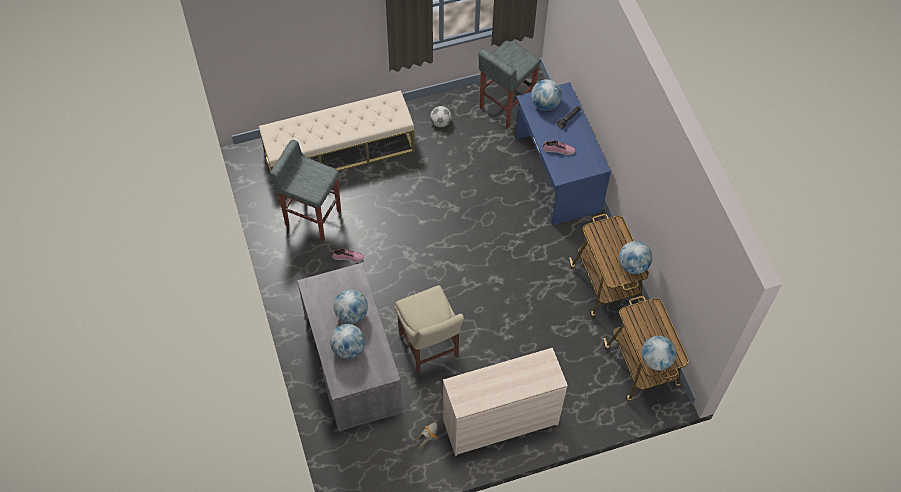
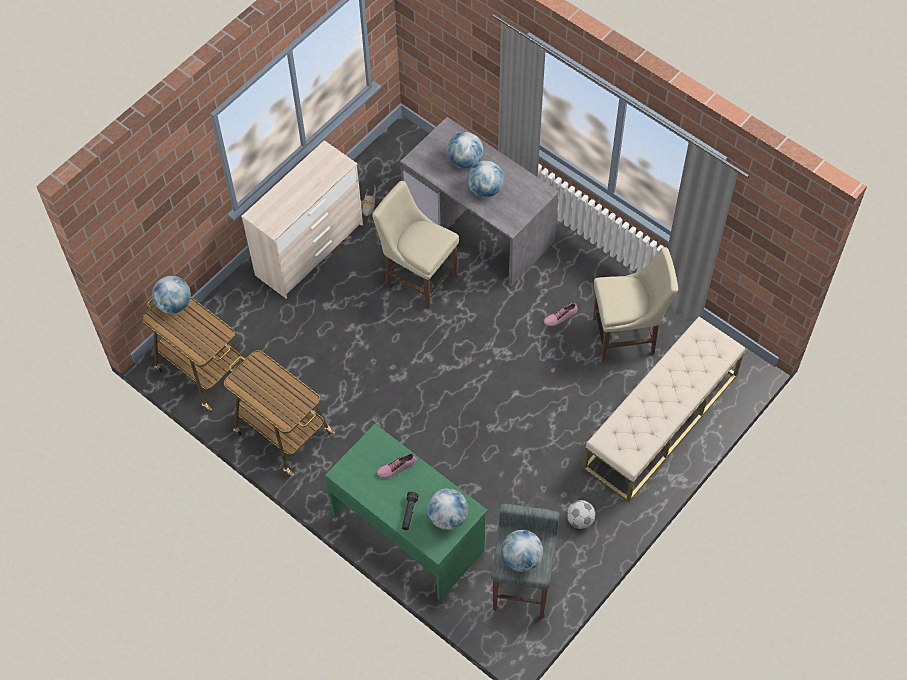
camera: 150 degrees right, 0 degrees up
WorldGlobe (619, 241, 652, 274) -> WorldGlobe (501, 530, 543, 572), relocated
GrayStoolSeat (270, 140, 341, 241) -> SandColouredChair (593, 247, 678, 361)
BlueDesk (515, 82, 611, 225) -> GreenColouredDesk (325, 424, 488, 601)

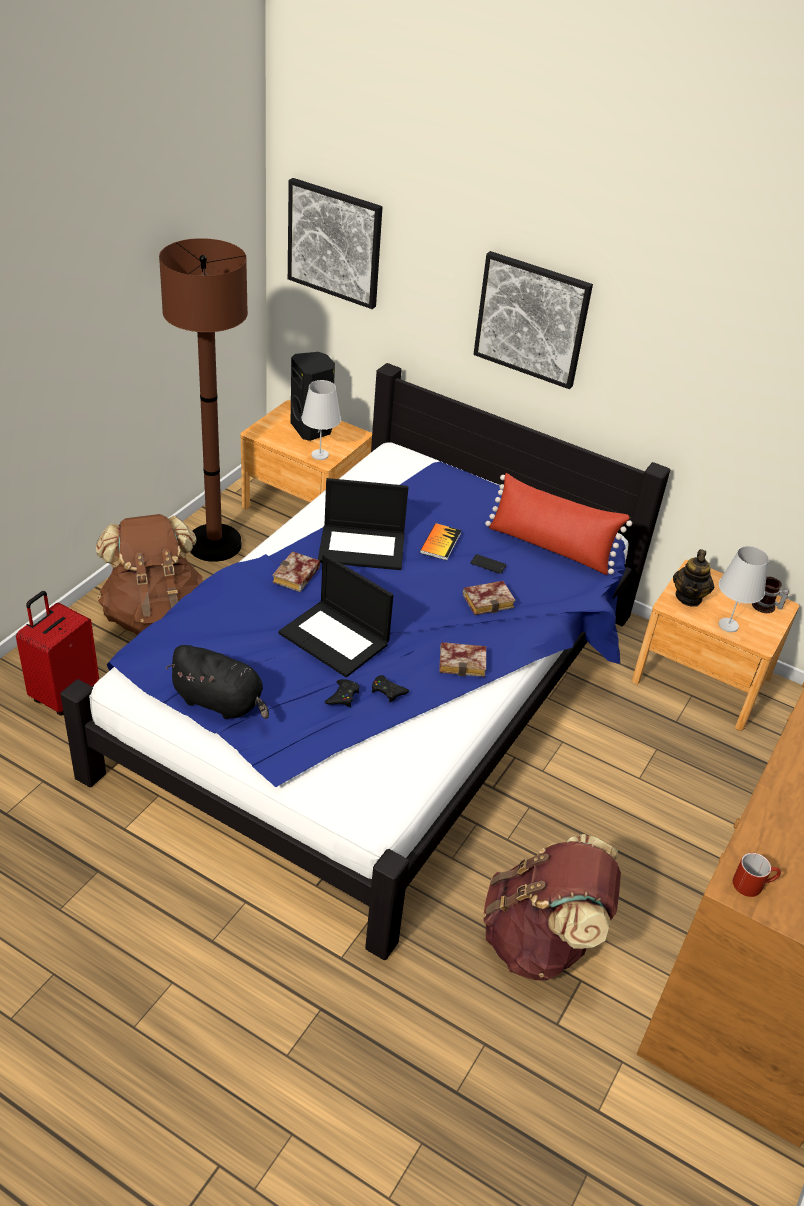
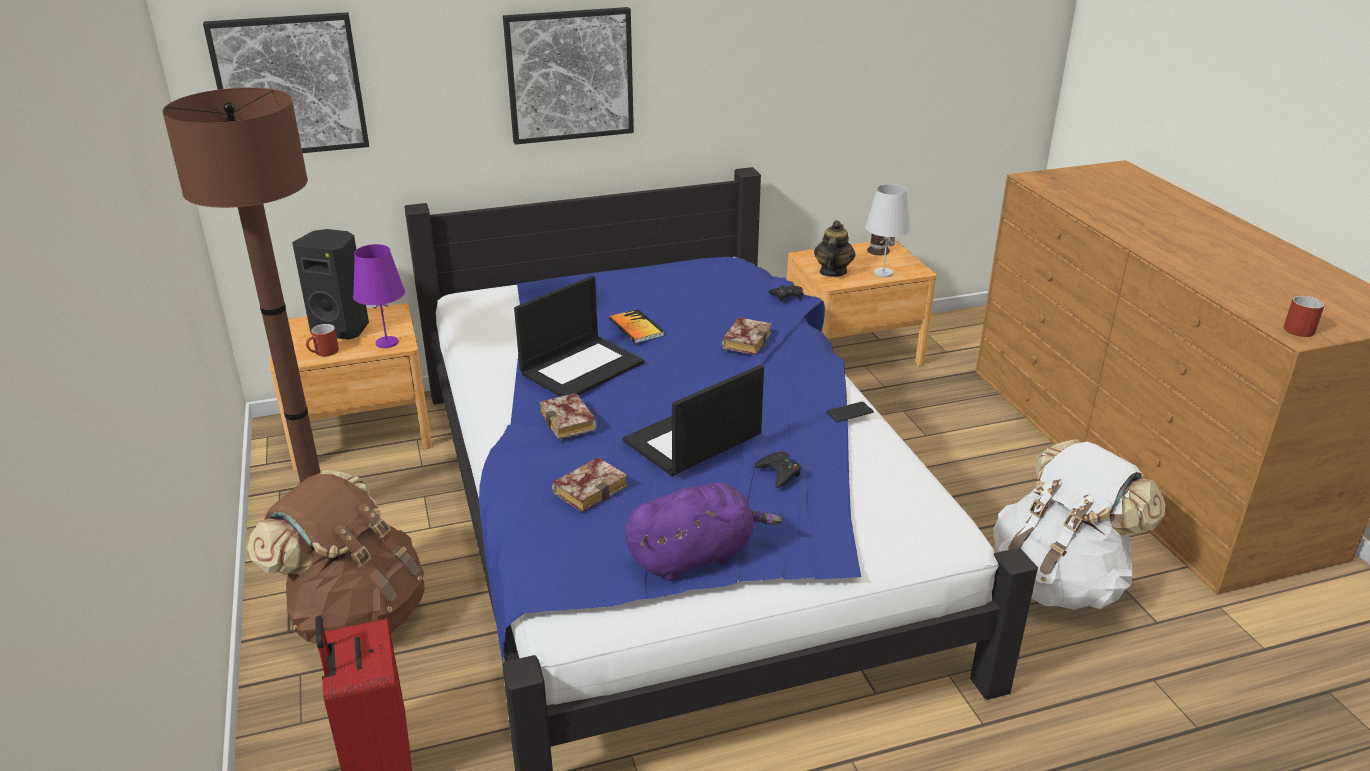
camera: 45 degrees left, 10 degrees down
RedColouredThrowPillow (485, 473, 632, 575) -> none
none -> RedColouredMug (306, 324, 339, 357)
BlackColouredGamepad (372, 675, 409, 703) -> BlackColouredGamepad (768, 285, 803, 302), relocated
Volume (439, 642, 486, 677) -> Volume (552, 457, 628, 512), relocated
Handset (470, 554, 507, 574) -> Handset (826, 402, 874, 422), relocated
BlackColouredSoftToy (165, 645, 269, 719) -> PurpleSoftToy (625, 482, 782, 581)
WhiteLampForATable (301, 380, 341, 460) -> PurpleLampForATable (353, 244, 405, 348)
BrownBackpack (483, 834, 621, 981) -> WhiteBackpack (993, 439, 1165, 610)
NotebookComputer (279, 554, 393, 677) -> NotebookComputer (623, 365, 764, 476), 150 degrees clockwise
TeaPot (673, 549, 714, 607) -> TeaPot (814, 220, 856, 277), 135 degrees counterclockwise

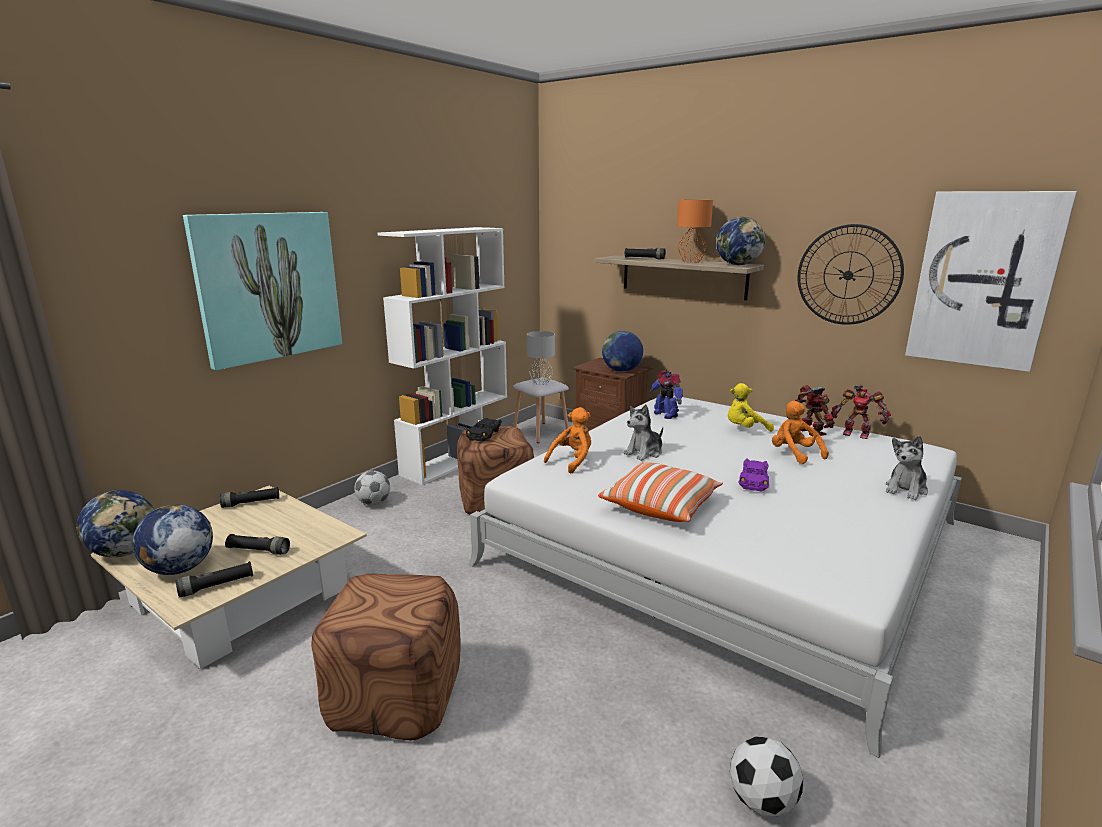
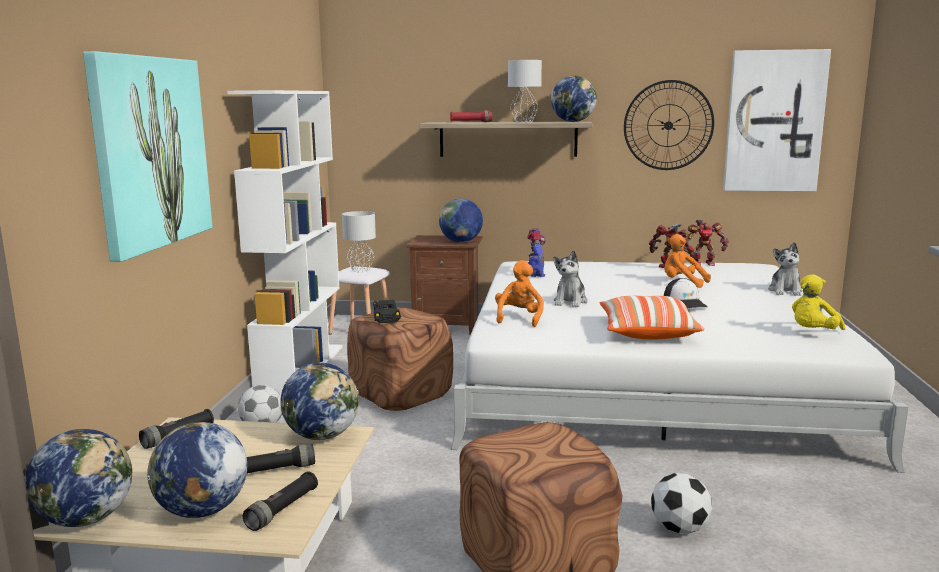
camera: 30 degrees left, 5 degrees down
none -> WorldGlobe (280, 363, 359, 440)
YellowColouredSoftToy (728, 383, 774, 432) -> YellowColouredSoftToy (792, 275, 845, 330), relocated
Football (730, 736, 803, 817) -> Football (651, 473, 712, 534), relocated
PurpleMiniatureCar (738, 459, 769, 492) -> BaseballCap (664, 278, 708, 308)
BlackColouredHandTorch (624, 248, 666, 259) -> RedColouredHandTorch (450, 110, 492, 122)
OrangeyLampForATable (677, 200, 713, 263) -> GrayLampForATable (508, 60, 542, 122)
RobotFigure (650, 370, 683, 419) -> RobotFigure (527, 228, 546, 277), 120 degrees counterclockwise

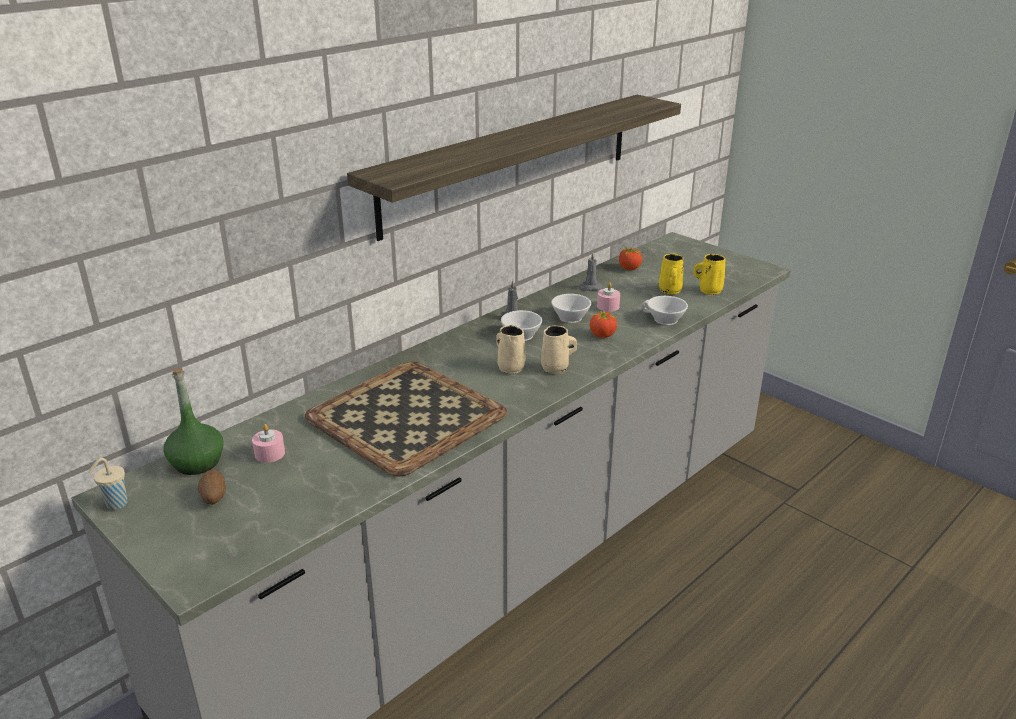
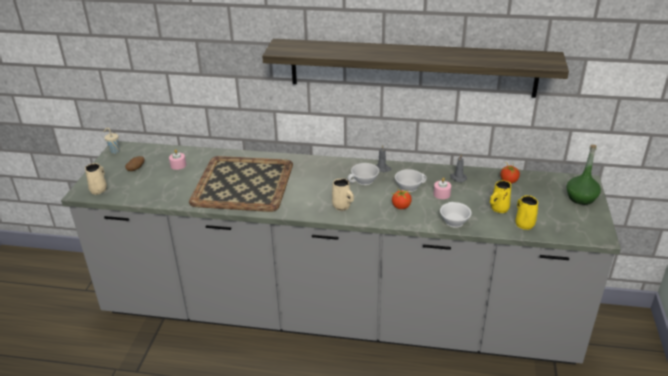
camera: 55 degrees right, 5 degrees up
GreenColouredDrinkBottle (163, 368, 223, 475) -> GreenColouredDrinkBottle (566, 145, 601, 205), relocated
SandColouredMug (497, 325, 526, 374) -> SandColouredMug (85, 163, 107, 195), relocated

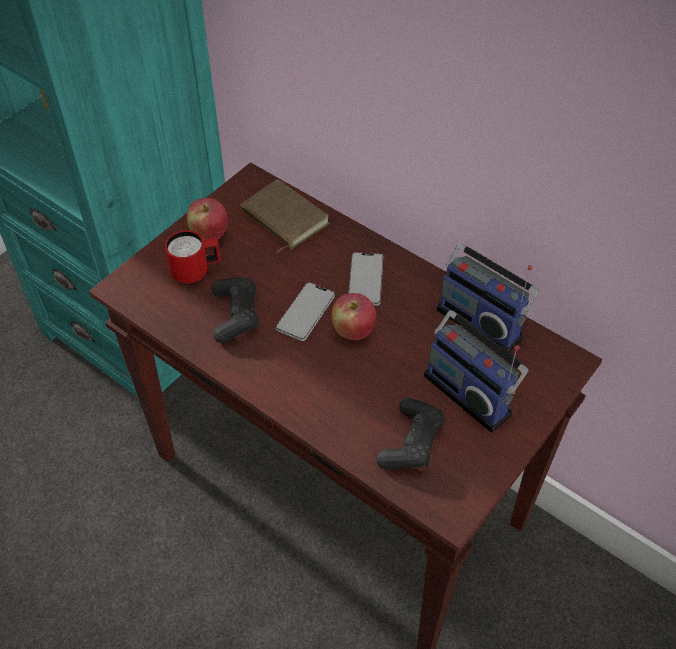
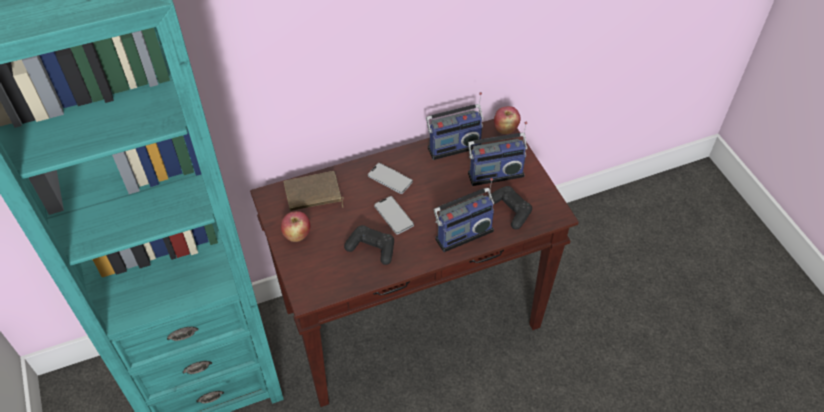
camera: 60 degrees left, 0 degrees up
RedColouredMug (165, 230, 221, 285) -> none
none -> RadioSet (433, 178, 494, 252)
AppleFruit (332, 293, 376, 340) -> AppleFruit (494, 106, 521, 134), relocated

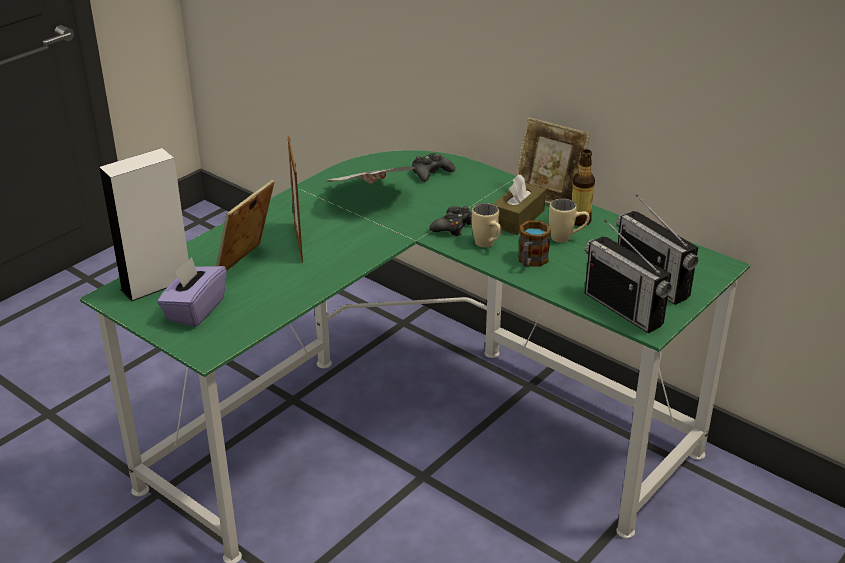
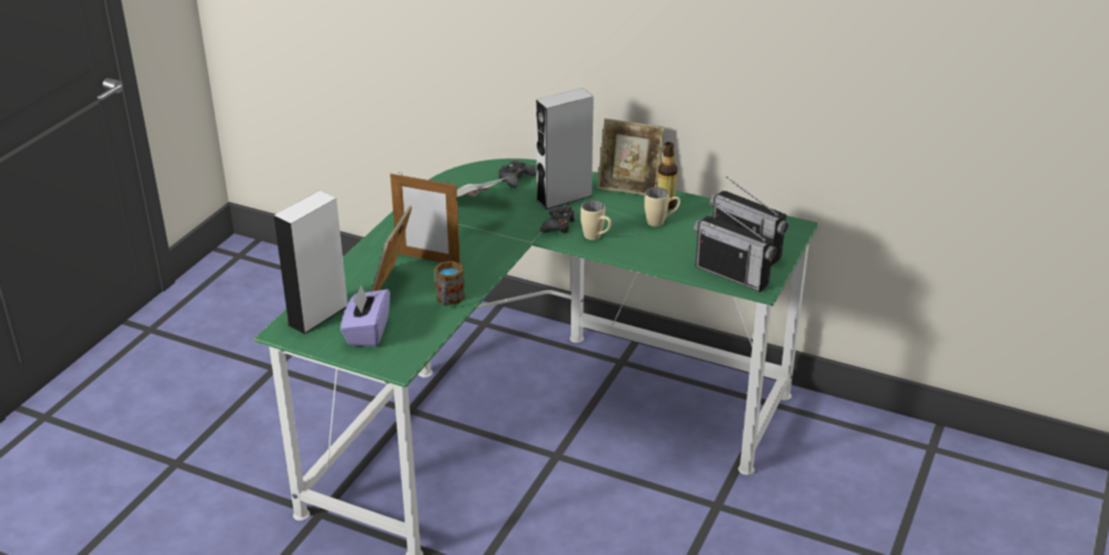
camera: 15 degrees left, 0 degrees up
BrownTissueHolder (493, 174, 546, 235) -> none
none -> GraySpeaker (536, 88, 594, 210)
Mug (518, 221, 551, 267) -> Mug (434, 261, 465, 306), relocated
StandingFrame (288, 136, 303, 263) -> StandingFrame (390, 172, 460, 263), 45 degrees counterclockwise

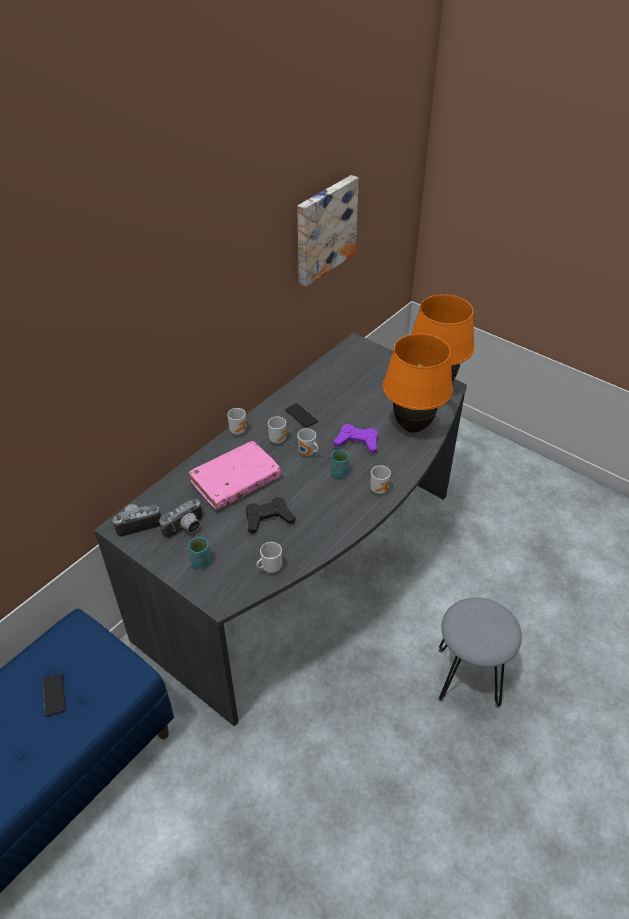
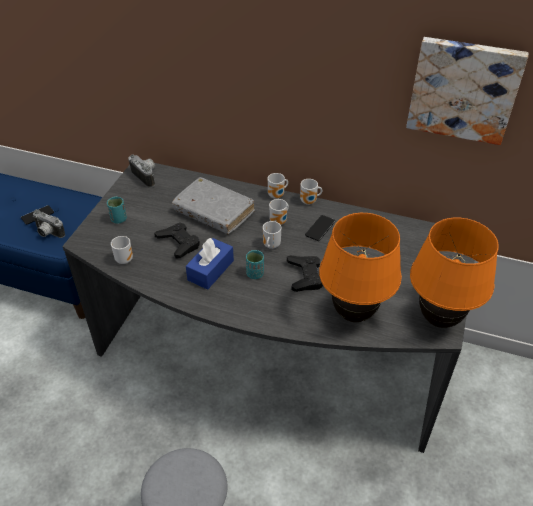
camera: 70 degrees right, 0 degrees up
none -> BlueTissueHolder (186, 238, 234, 290)
StillCamera (159, 499, 203, 539) -> StillCamera (33, 209, 65, 238), relocated
Mug (370, 465, 391, 494) -> Mug (300, 179, 322, 205), relocated
PinkishVolume (189, 441, 281, 510) -> GrayVolume (172, 177, 255, 234)
PurpleGamepad (333, 424, 378, 454) -> BlackColouredGamepad (287, 255, 323, 292)

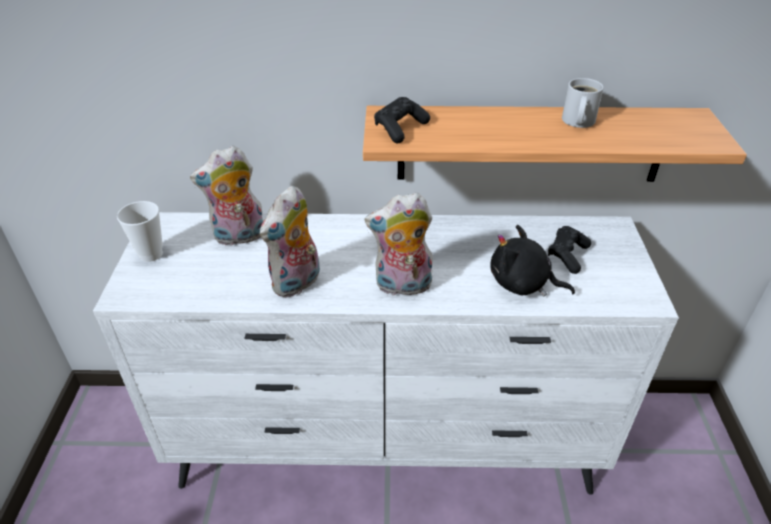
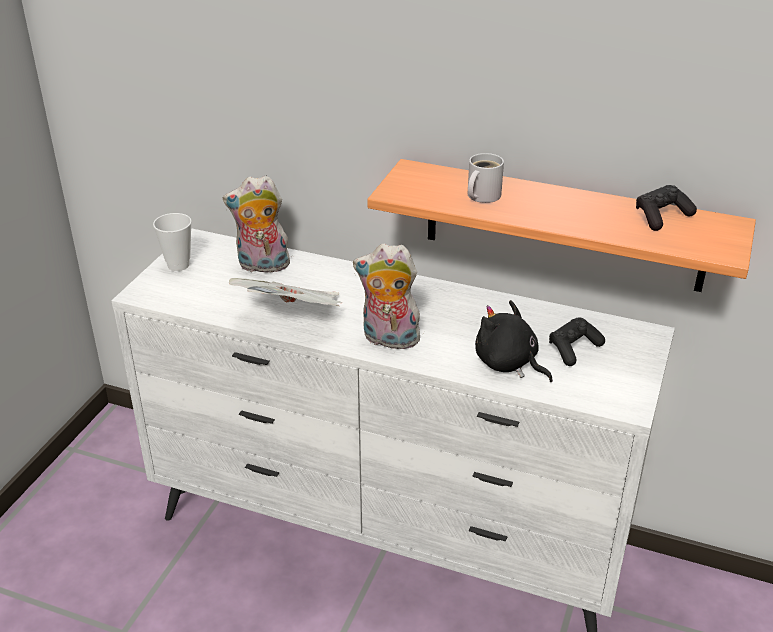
camera: 20 degrees right, 5 degrees down
BlackColouredGamepad (374, 97, 430, 143) -> BlackColouredGamepad (636, 185, 697, 231), relocated
WhiteMug (562, 78, 604, 128) -> WhiteMug (468, 153, 504, 203), relocated
SoftToy (260, 186, 320, 298) -> DailyPaper (229, 278, 342, 306)

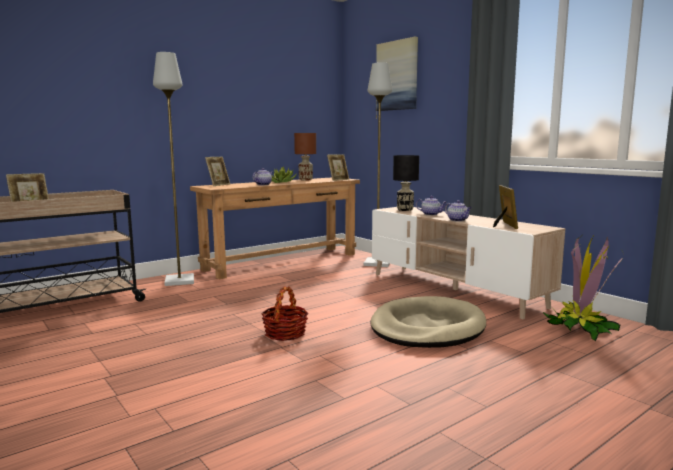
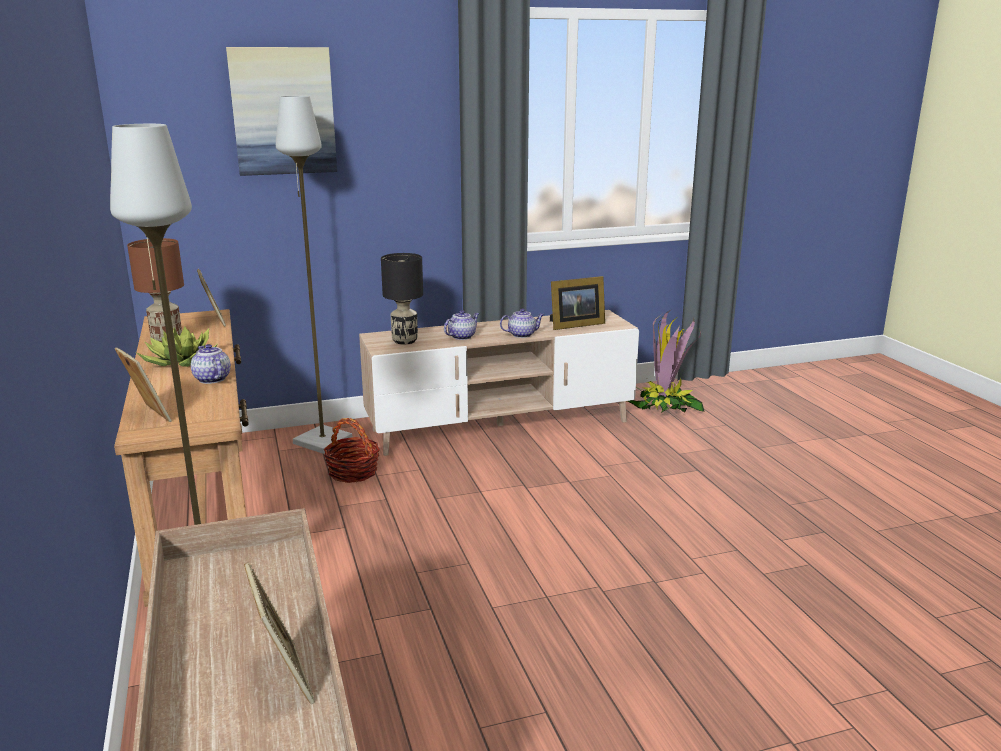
camera: 70 degrees left, 10 degrees up
SandColouredPetBed (370, 296, 486, 348) -> none
StorageBasket (261, 286, 309, 341) -> StorageBasket (324, 418, 380, 483), relocated
StandingFrame (493, 185, 518, 229) -> StandingFrame (550, 276, 605, 330), 135 degrees clockwise

